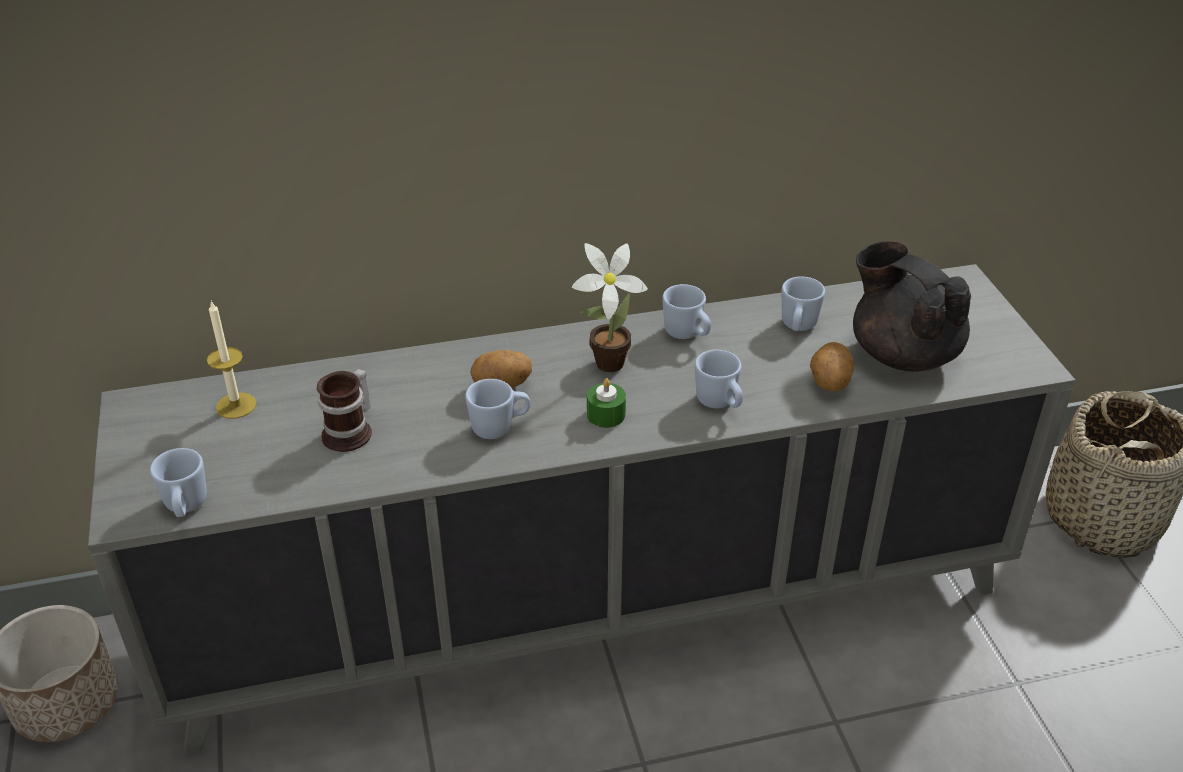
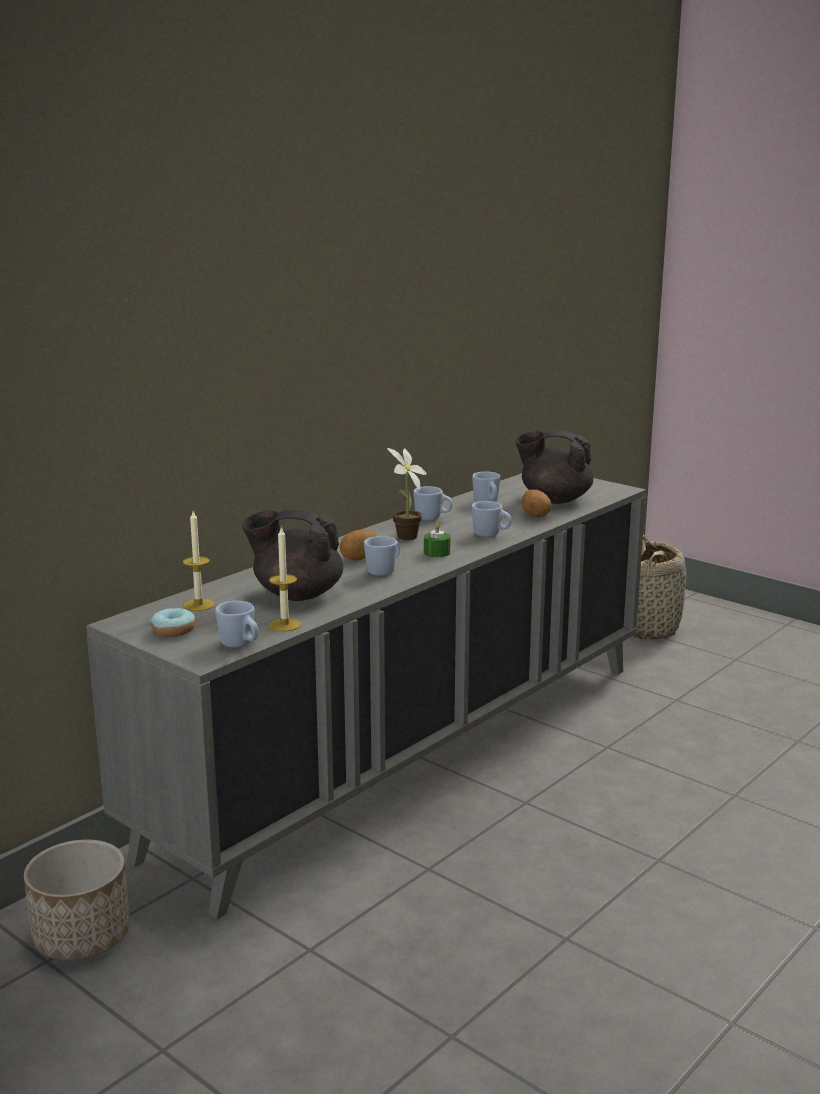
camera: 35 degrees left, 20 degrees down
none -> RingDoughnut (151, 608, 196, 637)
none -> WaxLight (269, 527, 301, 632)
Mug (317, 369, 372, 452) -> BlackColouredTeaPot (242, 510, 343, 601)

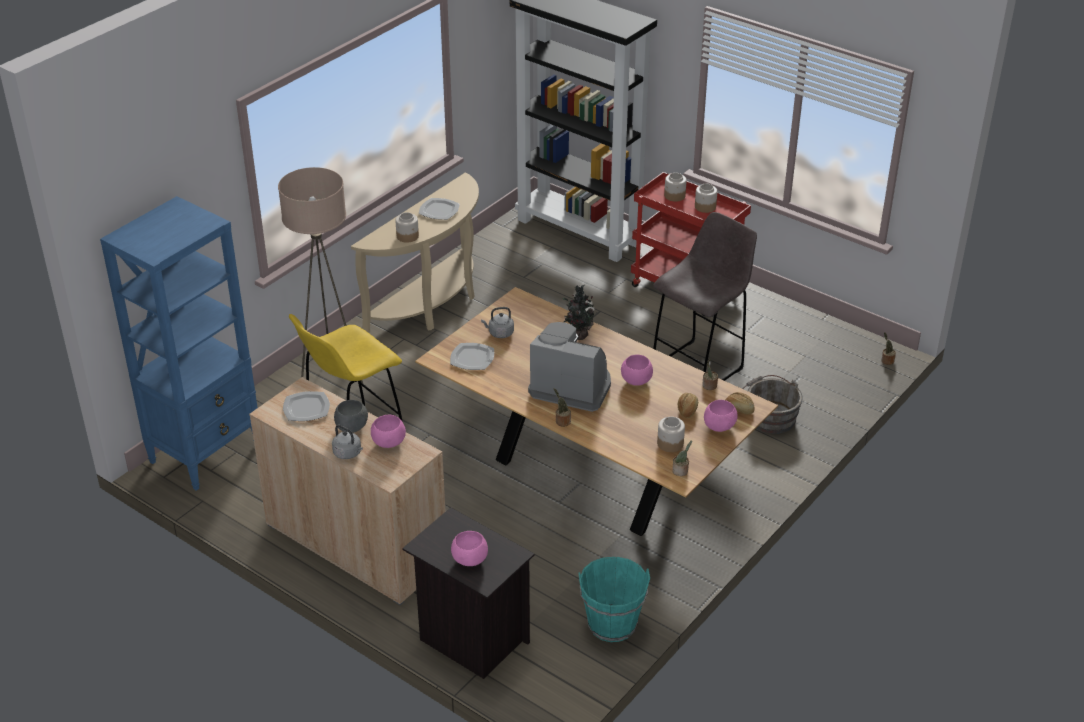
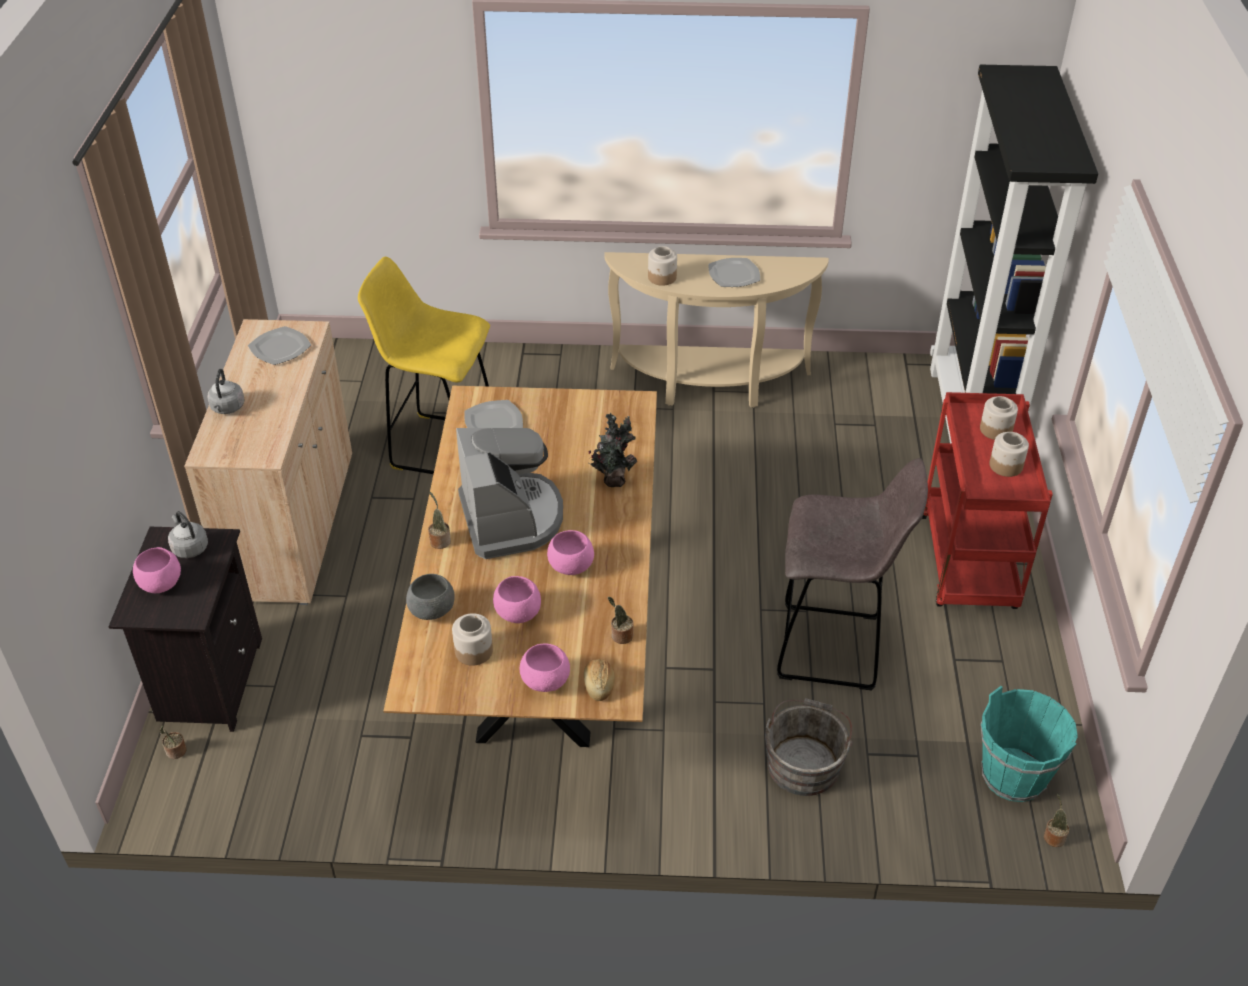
camera: 55 degrees right, 5 degrees up
BlueBookshelf (100, 196, 258, 491) -> none
SandColouredStandingLamp (278, 167, 363, 383) -> none
Bread (678, 393, 698, 418) -> none
GrayServingBowl (334, 400, 368, 433) -> GrayServingBowl (406, 574, 455, 620), relocated
PinkishServingBowl (371, 415, 406, 448) -> PinkishServingBowl (493, 576, 541, 623), relocated
GrayKettle (481, 307, 514, 338) -> GrayKettle (168, 511, 208, 558), relocated
BlueGreenBucket (578, 557, 650, 642) -> BlueGreenBucket (981, 686, 1078, 802), relocated
PlantInAPot (672, 441, 692, 476) -> PlantInAPot (160, 725, 187, 759), relocated

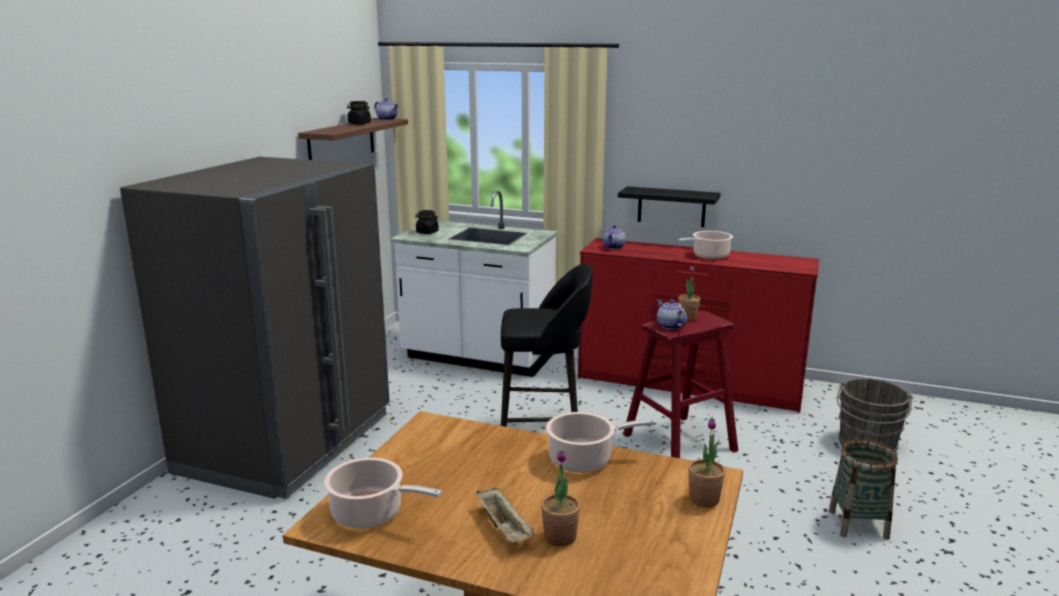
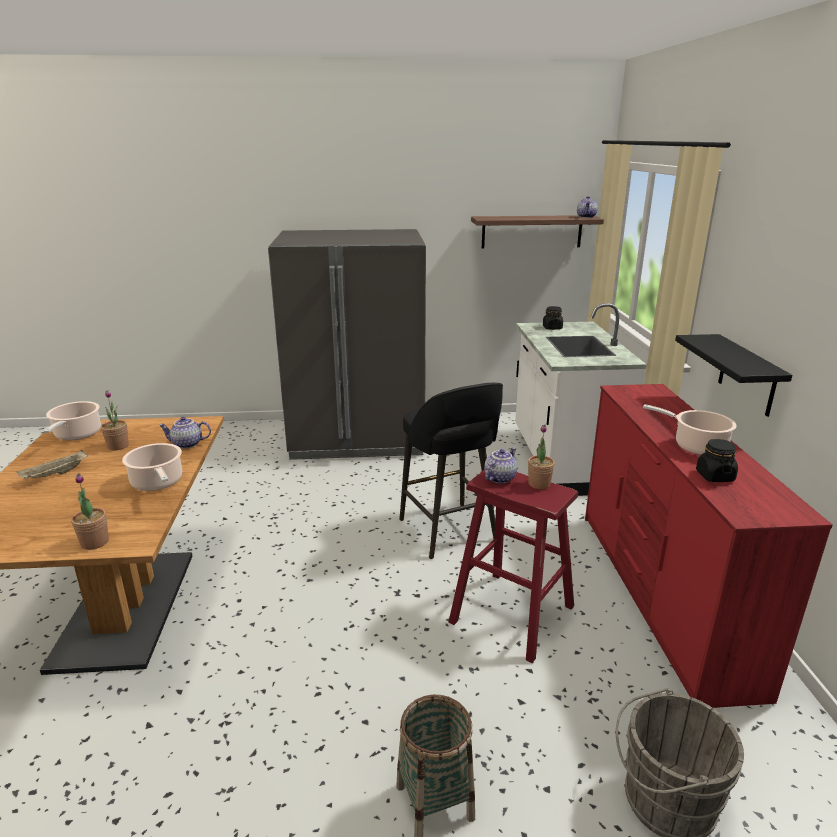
camera: 65 degrees right, 5 degrees up
BlackColouredStorageJar (347, 101, 371, 125) -> BlackColouredStorageJar (696, 439, 738, 482), relocated
PlantInAPot (541, 450, 580, 547) -> PlantInAPot (101, 390, 129, 450), relocated
TeaPot (603, 225, 626, 249) -> TeaPot (158, 417, 211, 449), relocated

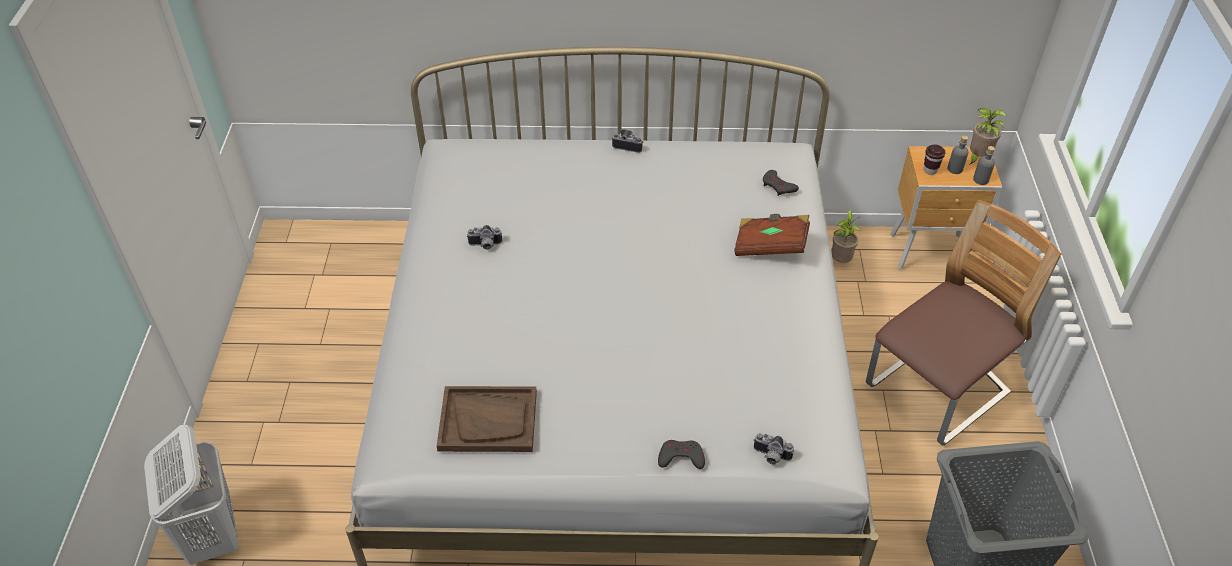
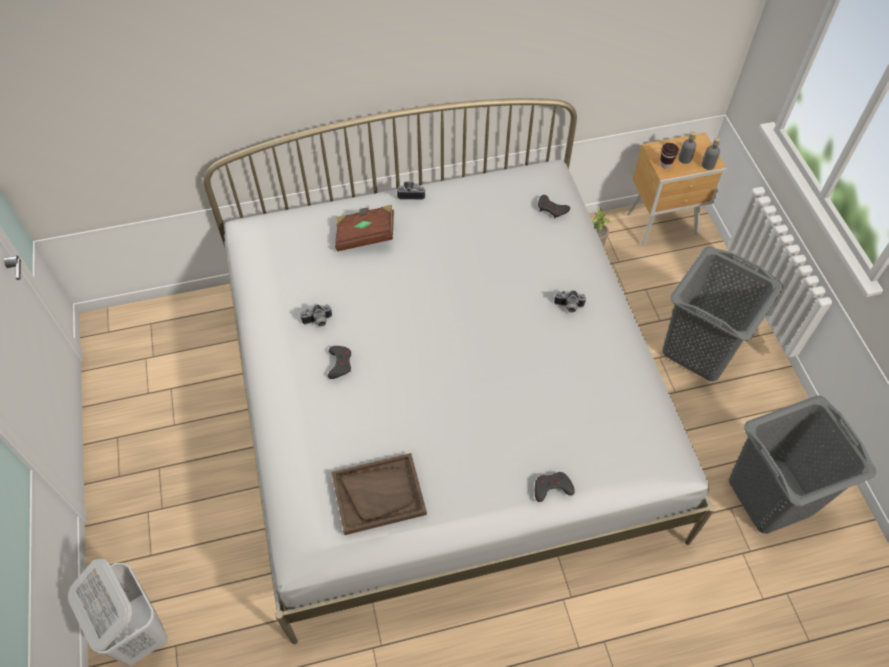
camera: 15 degrees left, 10 degrees up
PlantInAPot (969, 108, 1007, 165) -> none
none -> GrayGamepad (328, 346, 351, 379)
BrownVolume (734, 214, 810, 256) -> BrownVolume (335, 205, 394, 251), relocated
StillCamera (754, 433, 794, 465) -> StillCamera (554, 290, 586, 313), relocated
Chair (866, 200, 1061, 445) -> GrayHamper (663, 247, 783, 381)

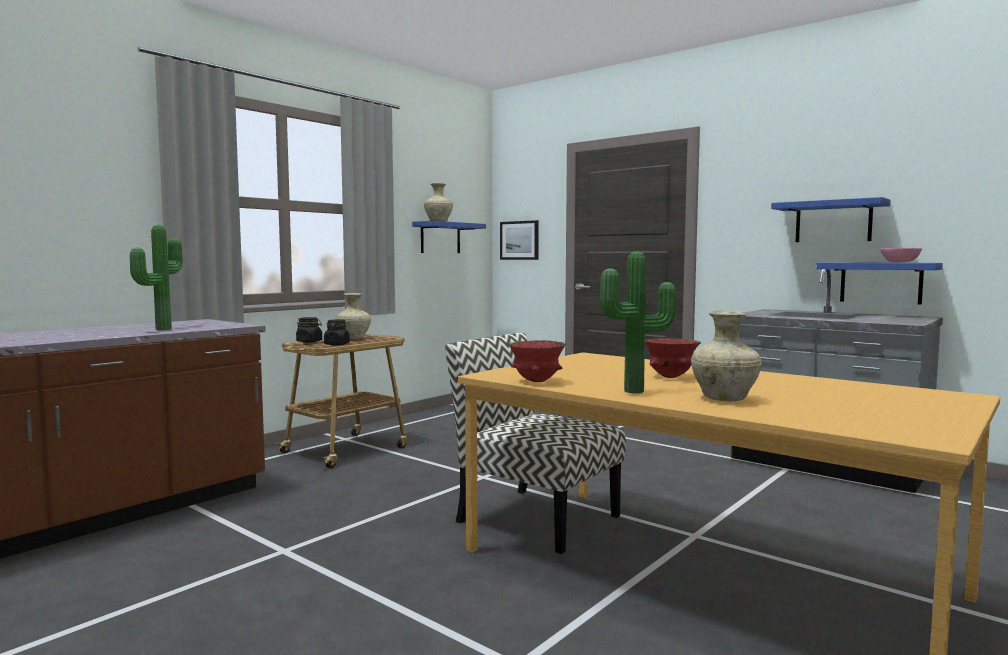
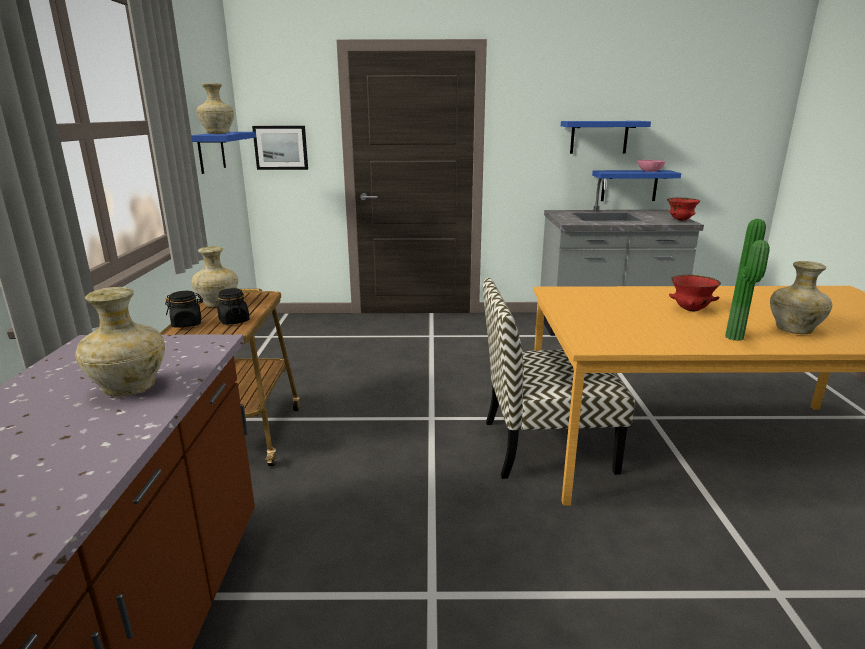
camera: 40 degrees left, 15 degrees up
RedColouredServingBowl (508, 340, 565, 382) -> RedColouredServingBowl (667, 198, 700, 221), relocated
PlantInAPot (130, 225, 183, 330) -> SandColouredVase (75, 287, 165, 397)

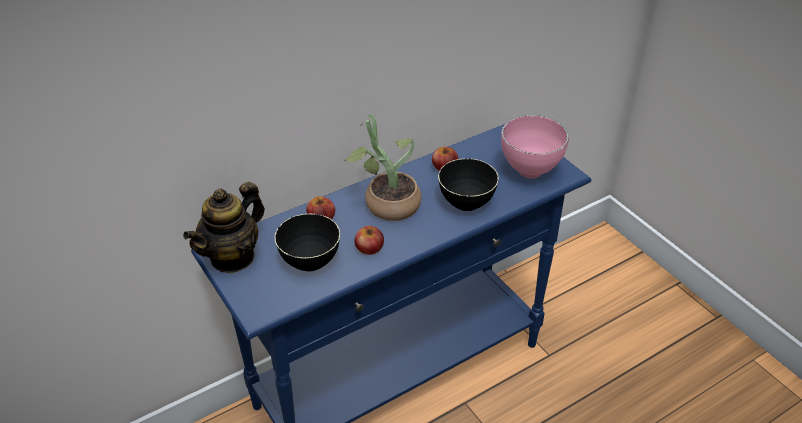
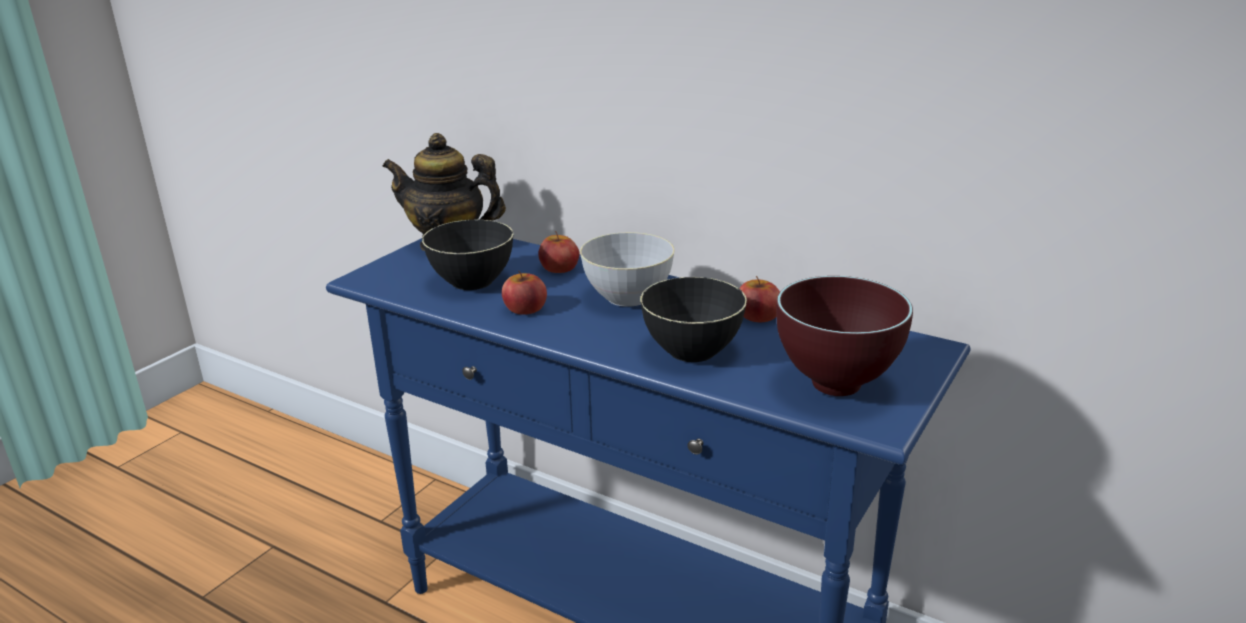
camera: 65 degrees right, 15 degrees down
PlantInAPot (345, 114, 422, 221) -> GrayServingBowl (580, 232, 675, 307)
PinkishServingBowl (501, 115, 569, 178) -> BrownServingBowl (776, 276, 913, 396)

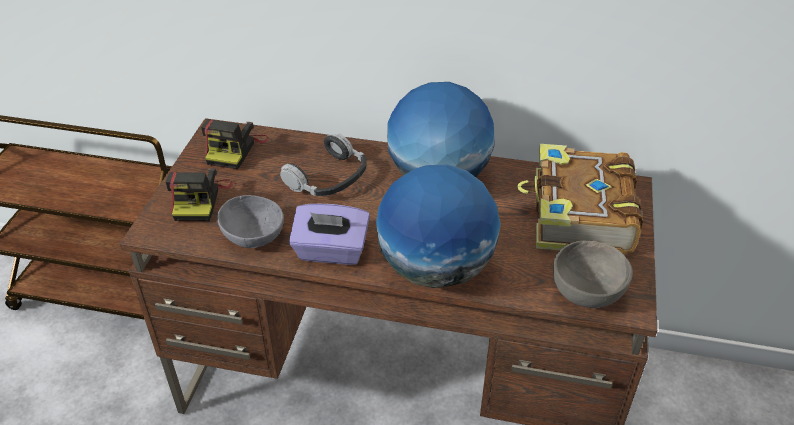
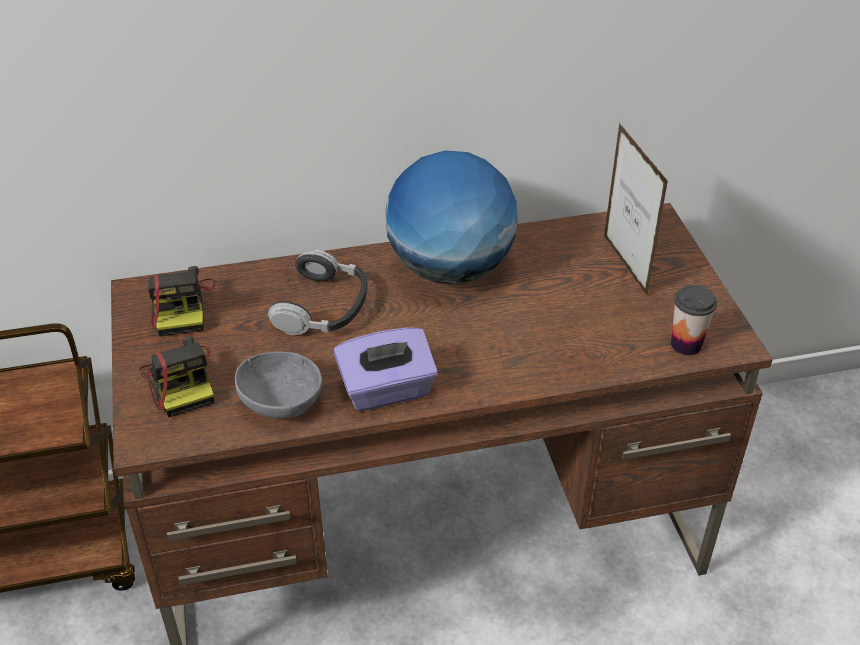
camera: 25 degrees left, 0 degrees up
WorldGlobe (376, 164, 501, 288) -> none
Volume (517, 144, 643, 254) -> StandingFrame (604, 123, 668, 297)
GrayServingBowl (553, 241, 633, 308) -> Cup (671, 285, 717, 355)

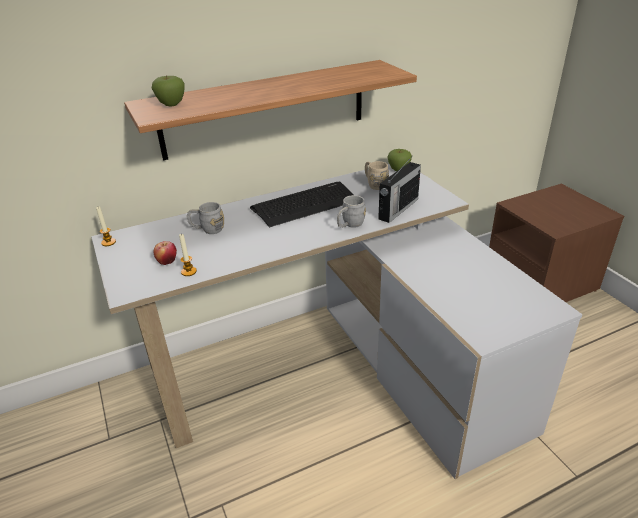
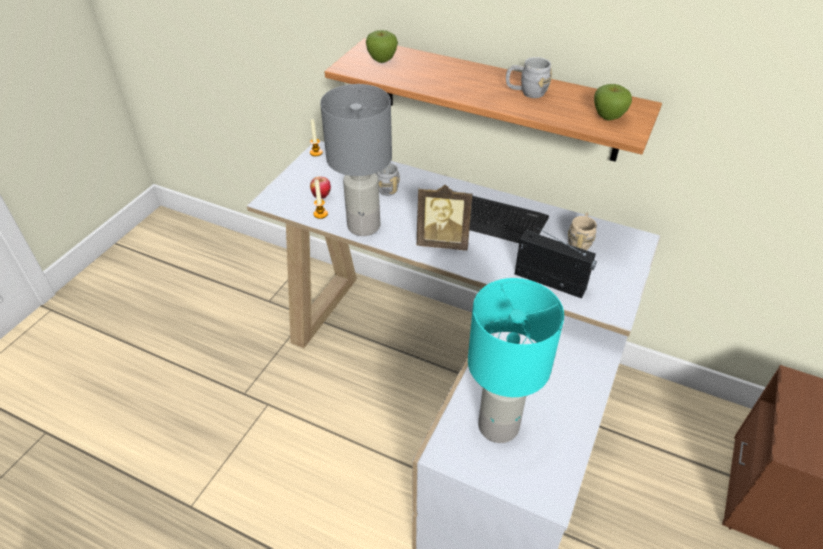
camera: 50 degrees right, 10 degrees up
none -> GrayLampForATable (320, 84, 392, 236)
none -> StandingFrame (416, 185, 473, 250)
none -> BlueGreenLampForATable (468, 278, 564, 443)
GrayMug (337, 195, 366, 228) -> GrayMug (506, 57, 552, 98), relocated
AppleFruit (387, 149, 412, 171) -> AppleFruit (594, 84, 632, 120), relocated
RadioSet (378, 158, 421, 223) -> RadioSet (515, 226, 597, 299), 150 degrees counterclockwise

